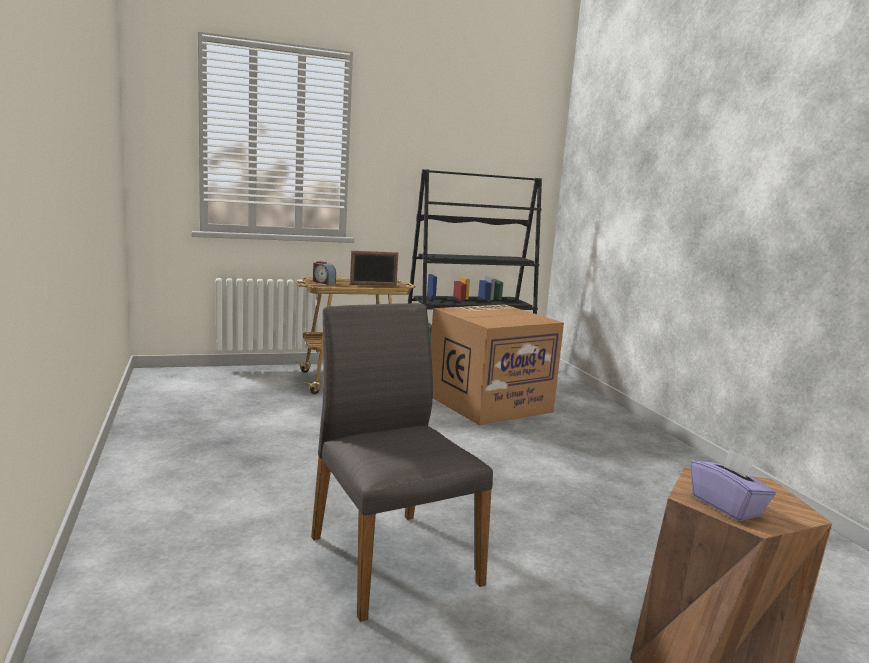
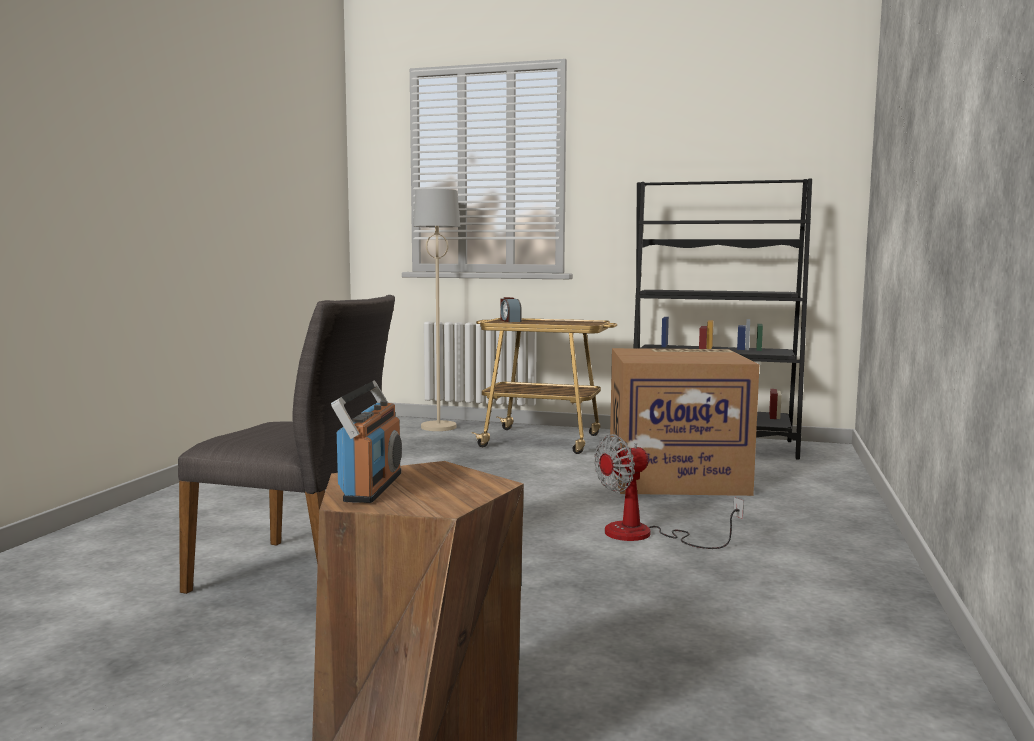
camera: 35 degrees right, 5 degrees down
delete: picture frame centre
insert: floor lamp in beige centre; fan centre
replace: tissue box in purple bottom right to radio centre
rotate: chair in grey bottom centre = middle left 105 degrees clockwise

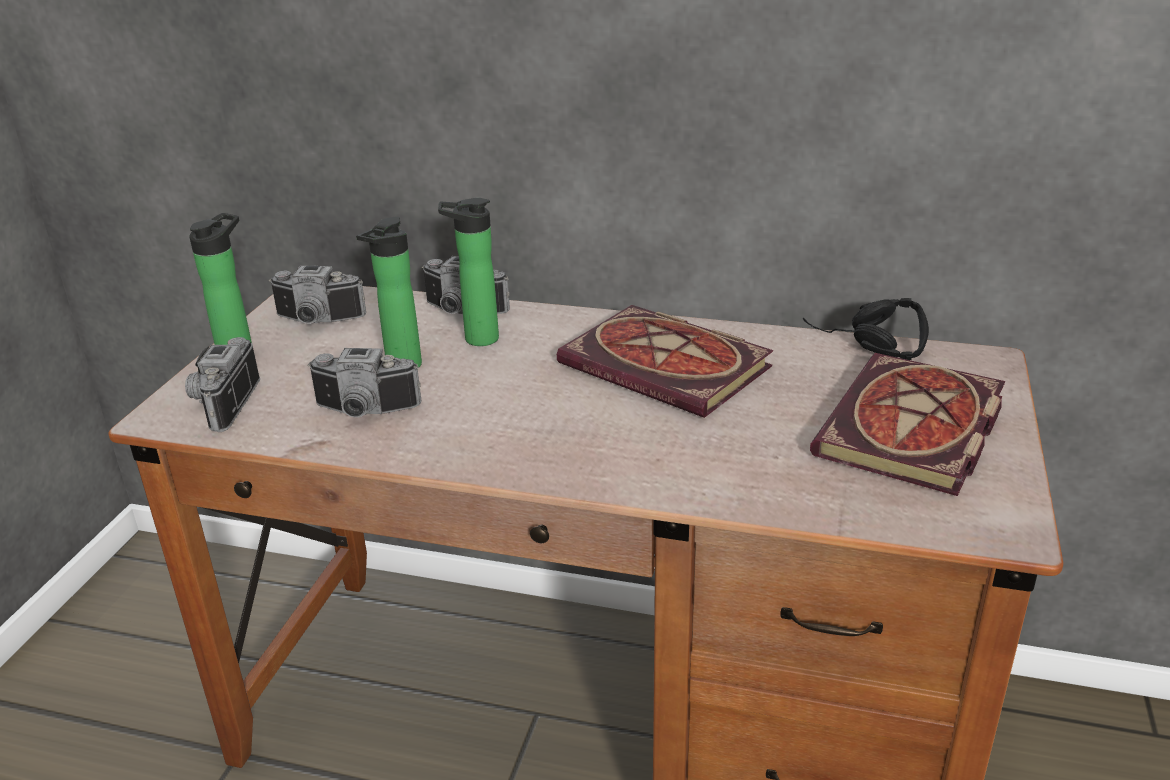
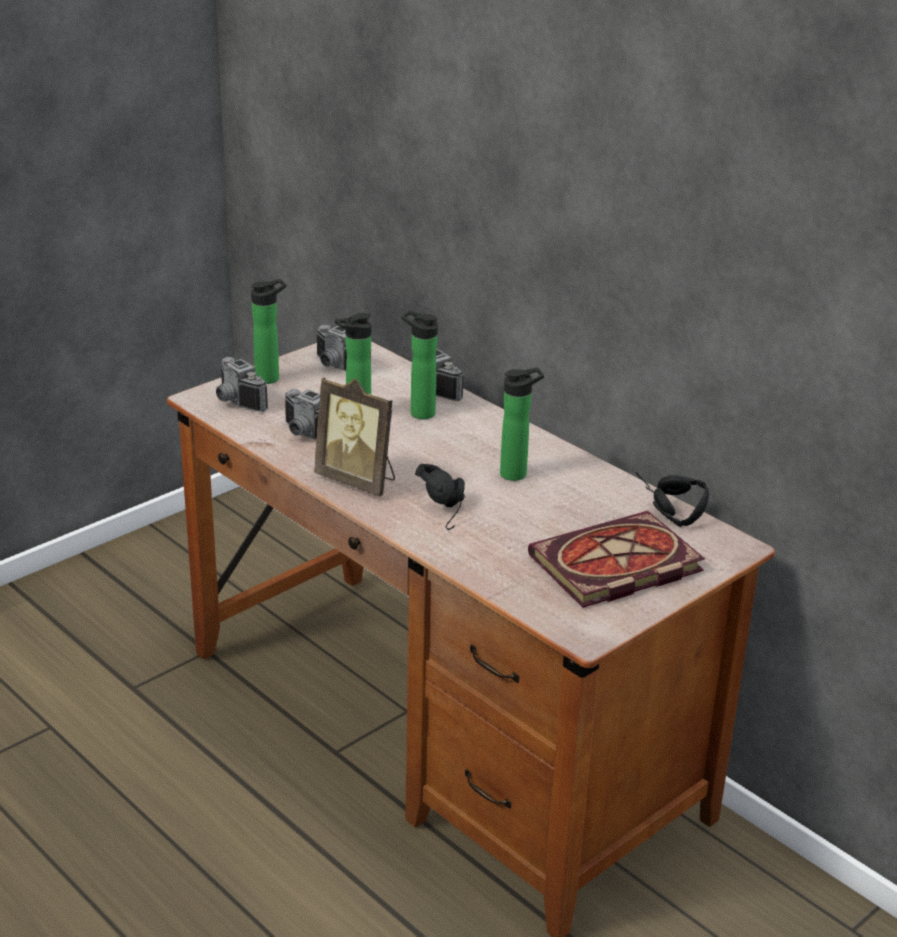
camera: 30 degrees right, 0 degrees up
insert: picture frame centre; headphones in black (1st from left) centre
replace: book (1st from left) centre to bottle (4th from left) centre
rotate: photo camera (1st from left) middle left = middle left 75 degrees counterclockwise

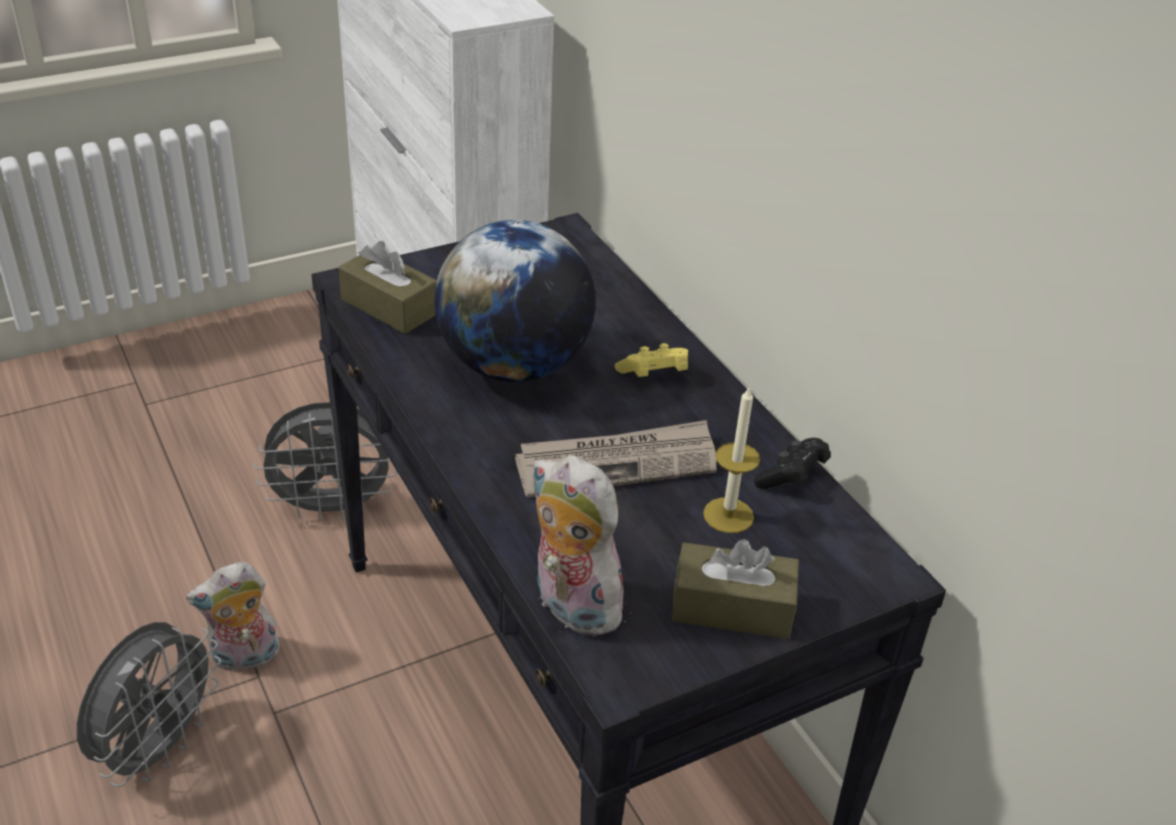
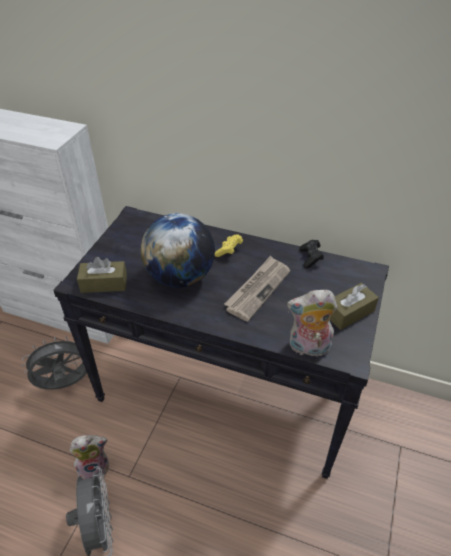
camera: 40 degrees left, 5 degrees up
delete: candle centre
rotate: plush toy (1st from left) bottom left = bottom left 135 degrees counterclockwise; fan in grey (2nd from left in the first image) middle left = middle left 150 degrees counterclockwise

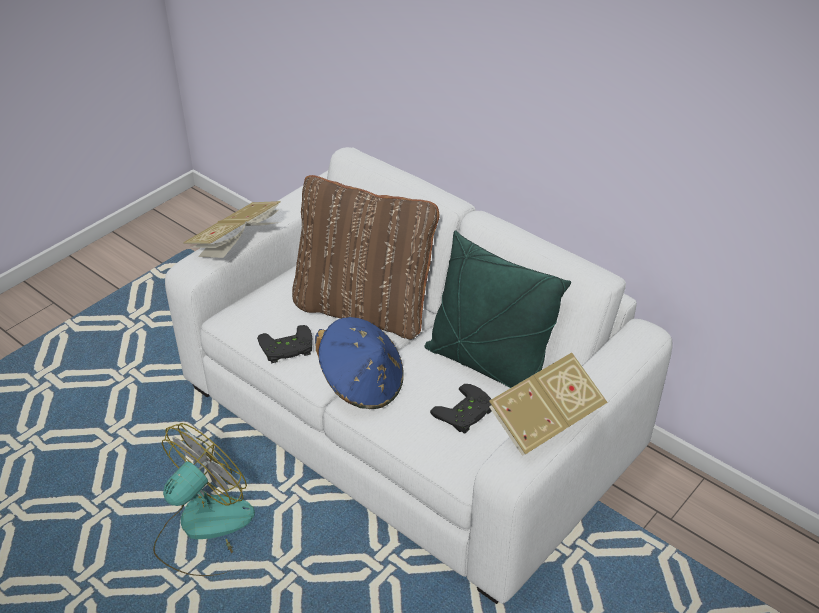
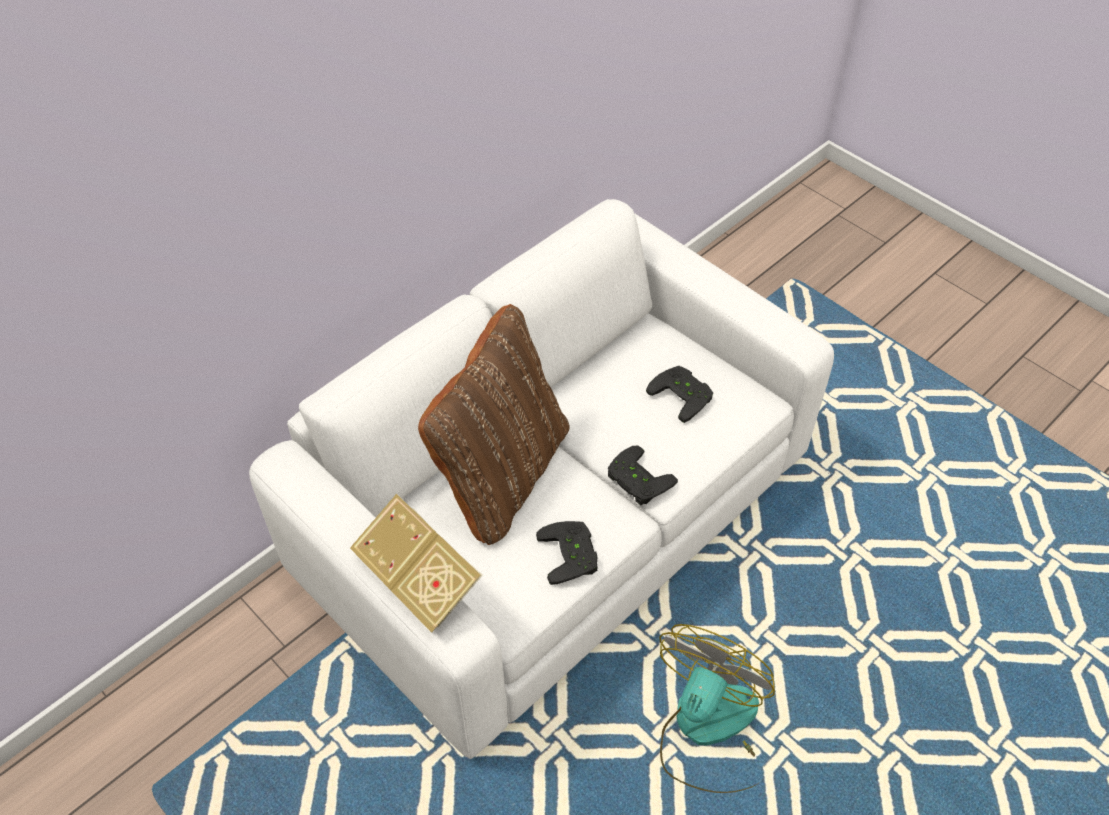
camera: 85 degrees left, 10 degrees up
delete: pillow in green centre; book (2nd from left) middle right
replace: hat in blue centre to game controller in black (2nd from left) centre
rotate: fan bottom left = bottom centre 75 degrees clockwise

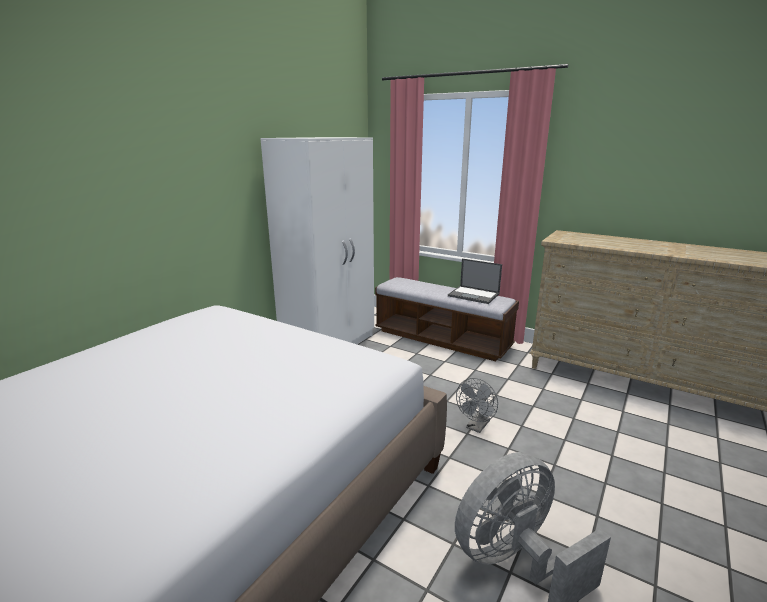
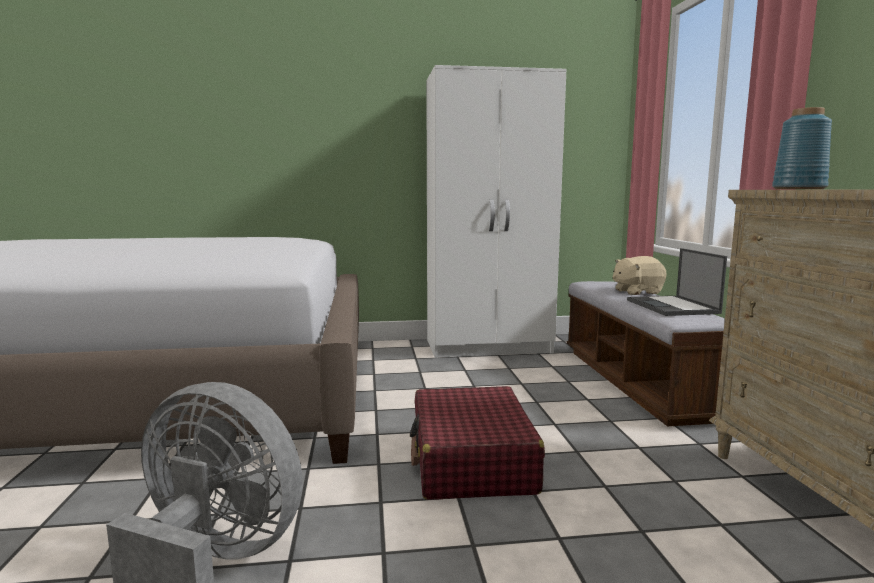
camera: 50 degrees right, 10 degrees down
insert: plush toy in beige middle right; vase in blue top right
replace: fan in grey (1st from left) bottom centre to suitcase in red bottom centre

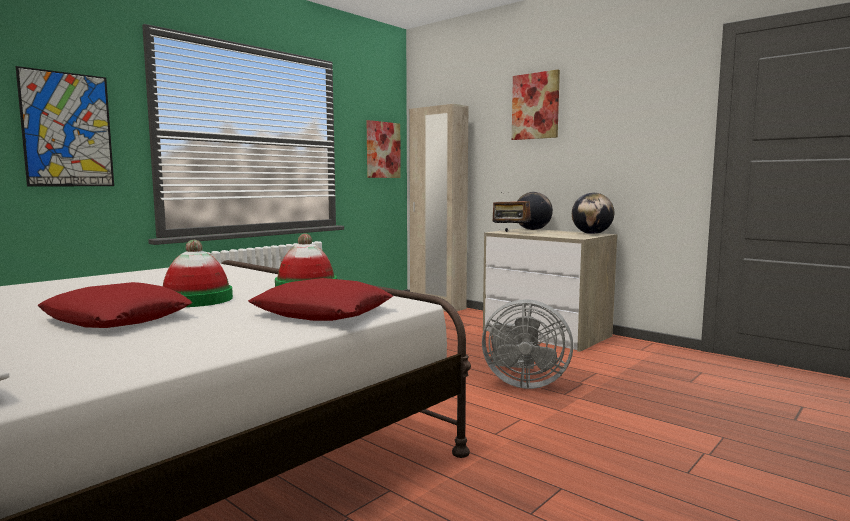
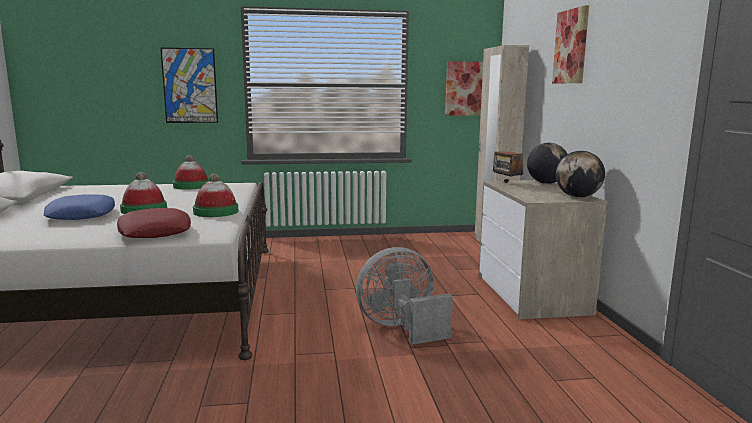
camera: 40 degrees right, 5 degrees up
insert: hat (2nd from left) middle left
recolor: pillow in red (1st from left) middle left to pillow in blue middle left
rotate: fan in grey centre = bottom centre 105 degrees clockwise

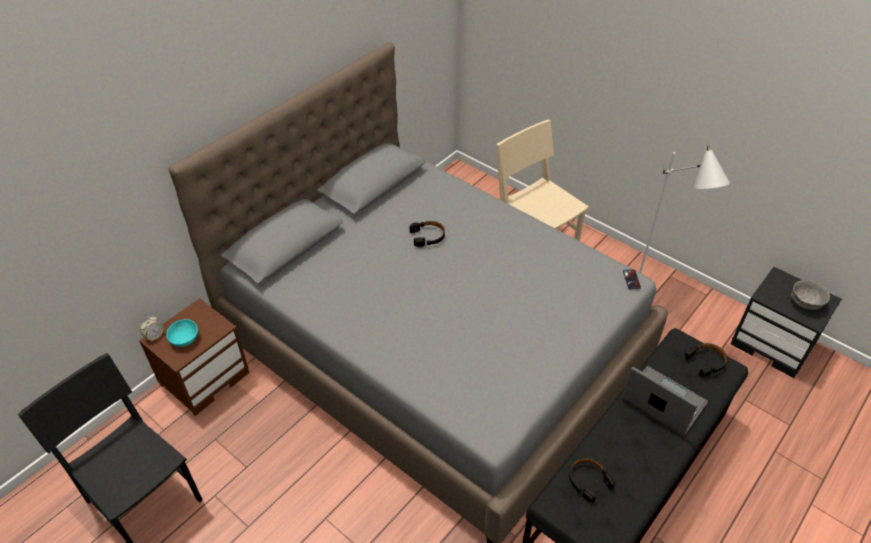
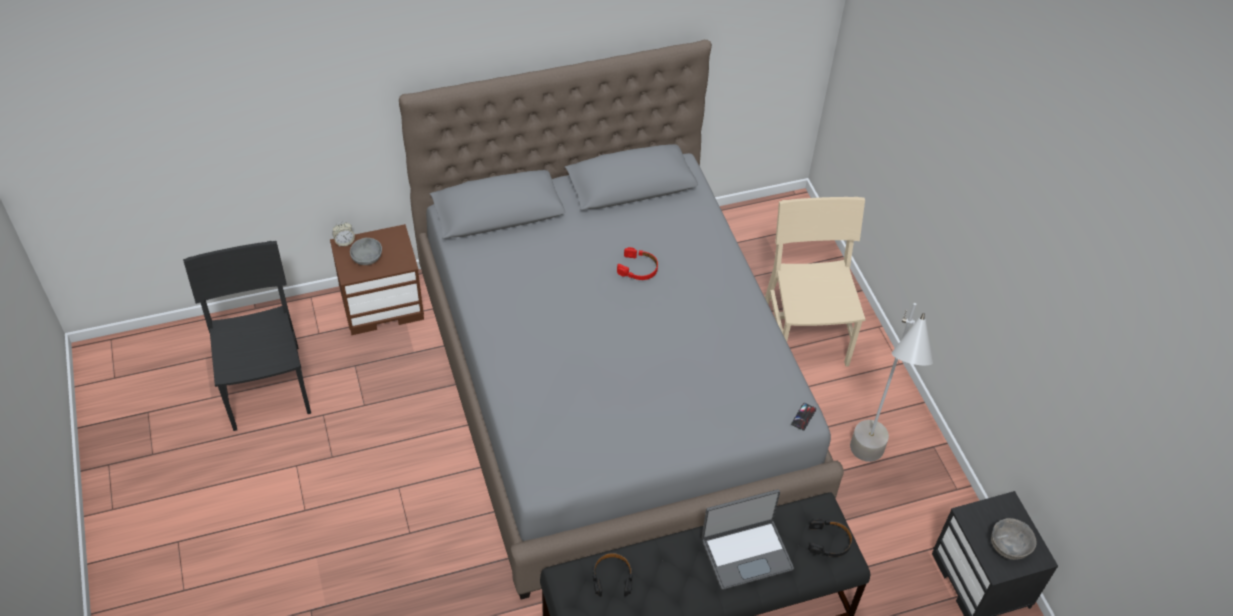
camera: 30 degrees right, 5 degrees up
recolor: bowl in turquoise middle left to bowl in grey (1st from left) middle left; headphones in black (1st from left) centre to headphones in red centre
rotate: laptop bottom right = bottom centre 90 degrees clockwise

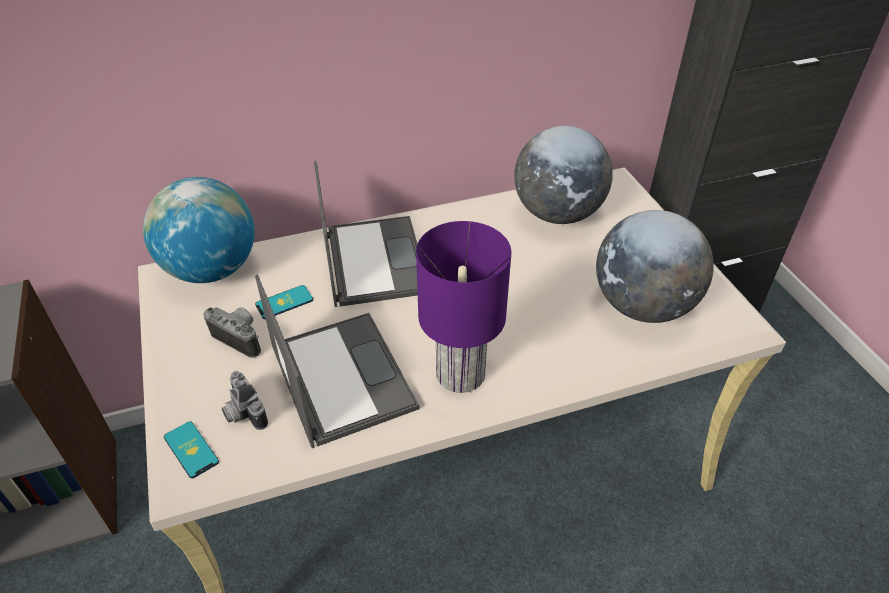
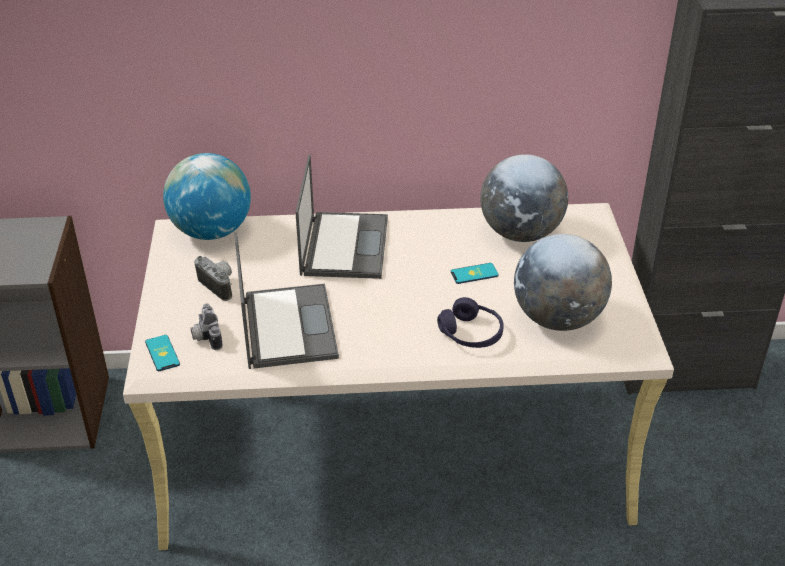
camera: 15 degrees right, 5 degrees down
delete: table lamp in purple centre
insert: headphones in purple centre
move: phone (2nd from left) middle left to centre

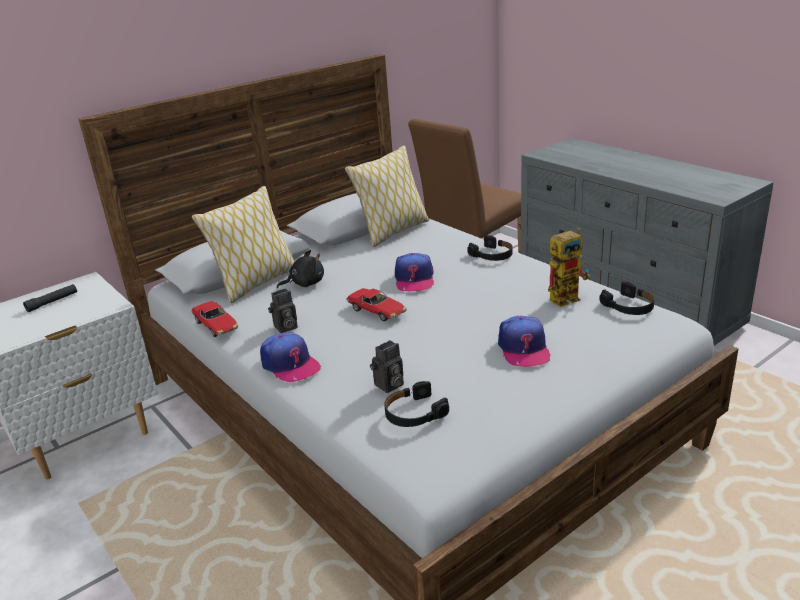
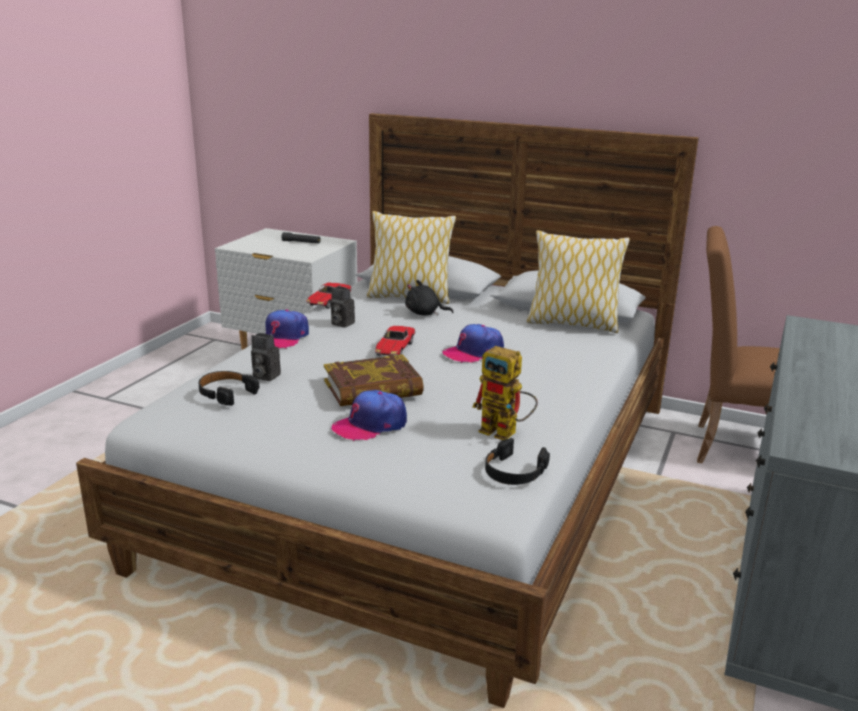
camera: 60 degrees right, 5 degrees down
delete: headphones in black (2nd from left) centre
insert: book centre
rotate: plush toy in black centre = centre 150 degrees clockwise

